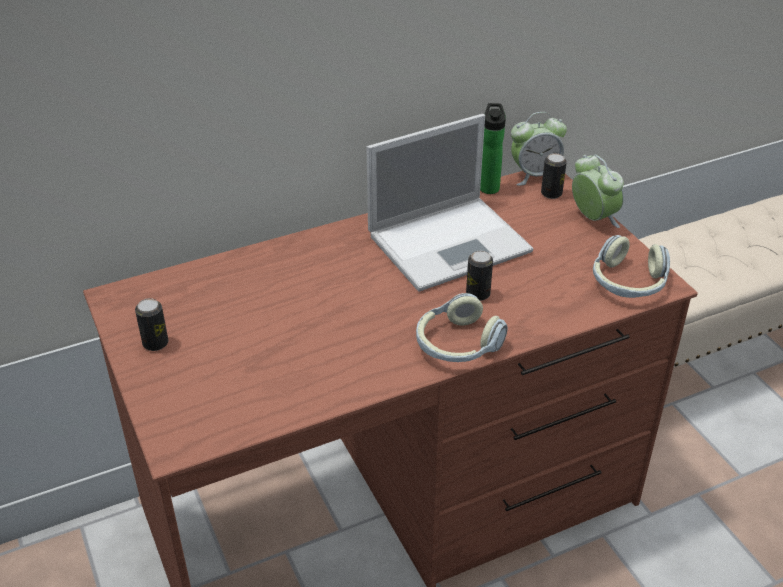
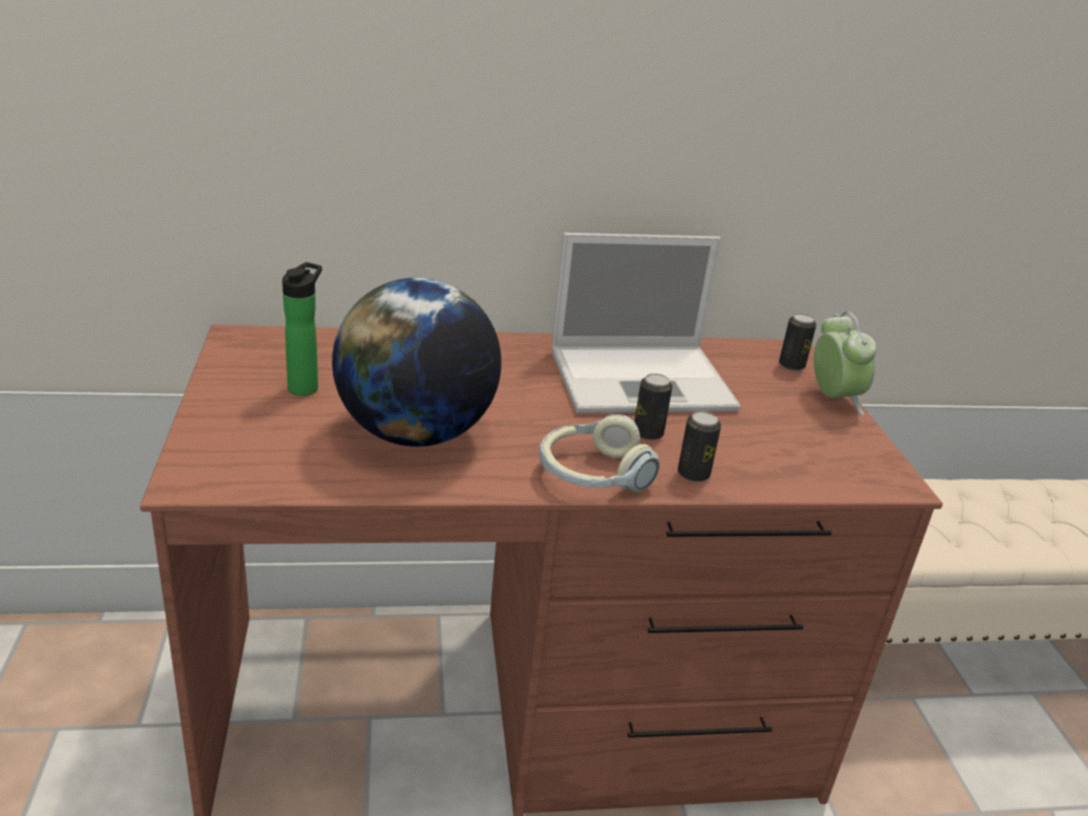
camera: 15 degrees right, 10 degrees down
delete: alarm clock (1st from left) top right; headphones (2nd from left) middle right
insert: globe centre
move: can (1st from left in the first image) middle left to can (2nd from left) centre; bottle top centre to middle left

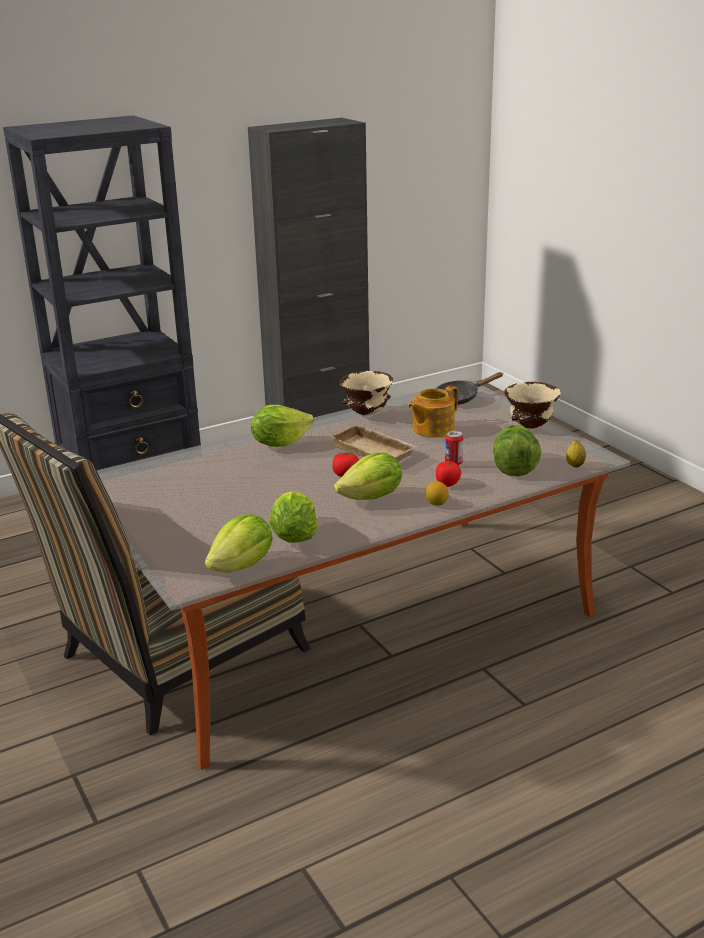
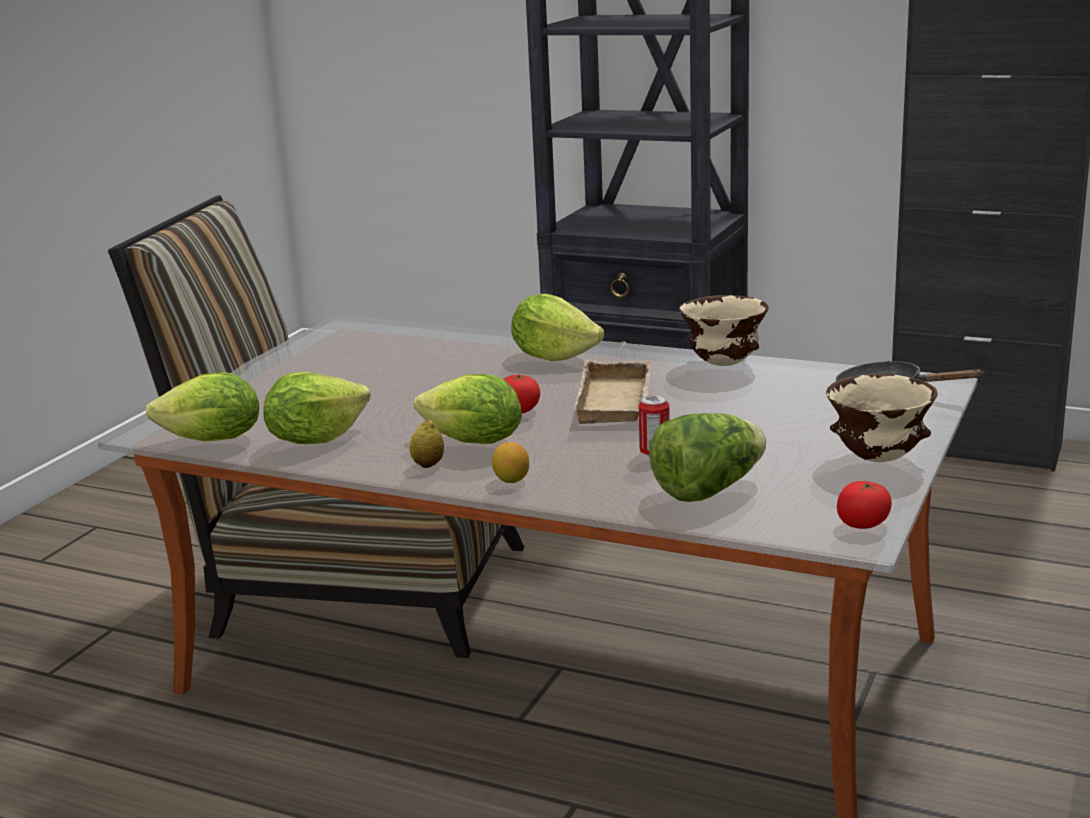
camera: 55 degrees right, 5 degrees down
delete: teapot centre
move: tomato (2nd from left) centre to middle right; lemon (2nd from left in the first image) middle right to lemon (1st from left) centre

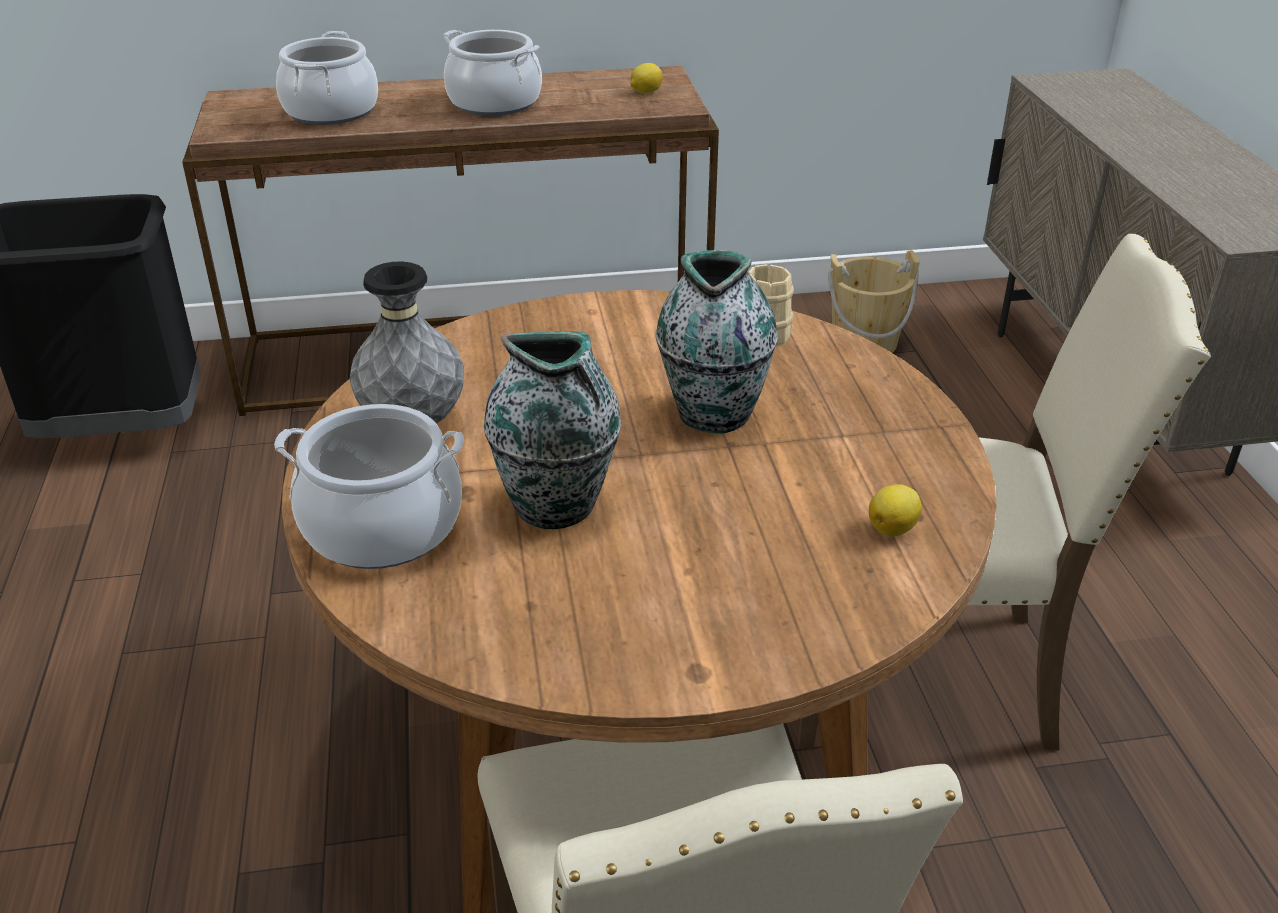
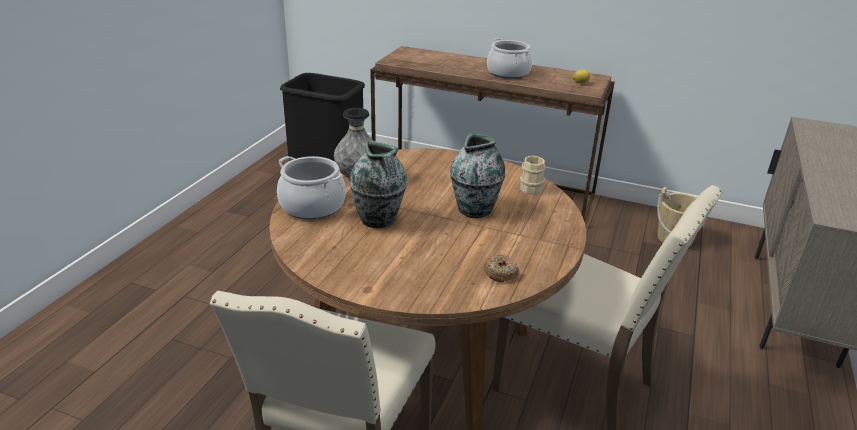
camera: 30 degrees right, 5 degrees down
delete: cooking pot (1st from left) top left
replace: lemon (2nd from left) middle right to donut centre

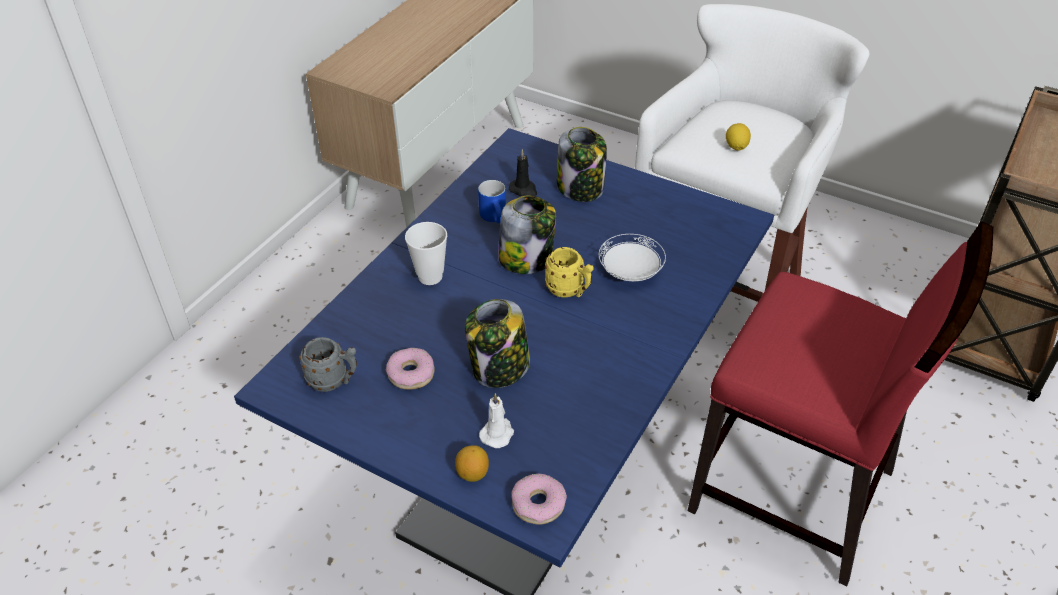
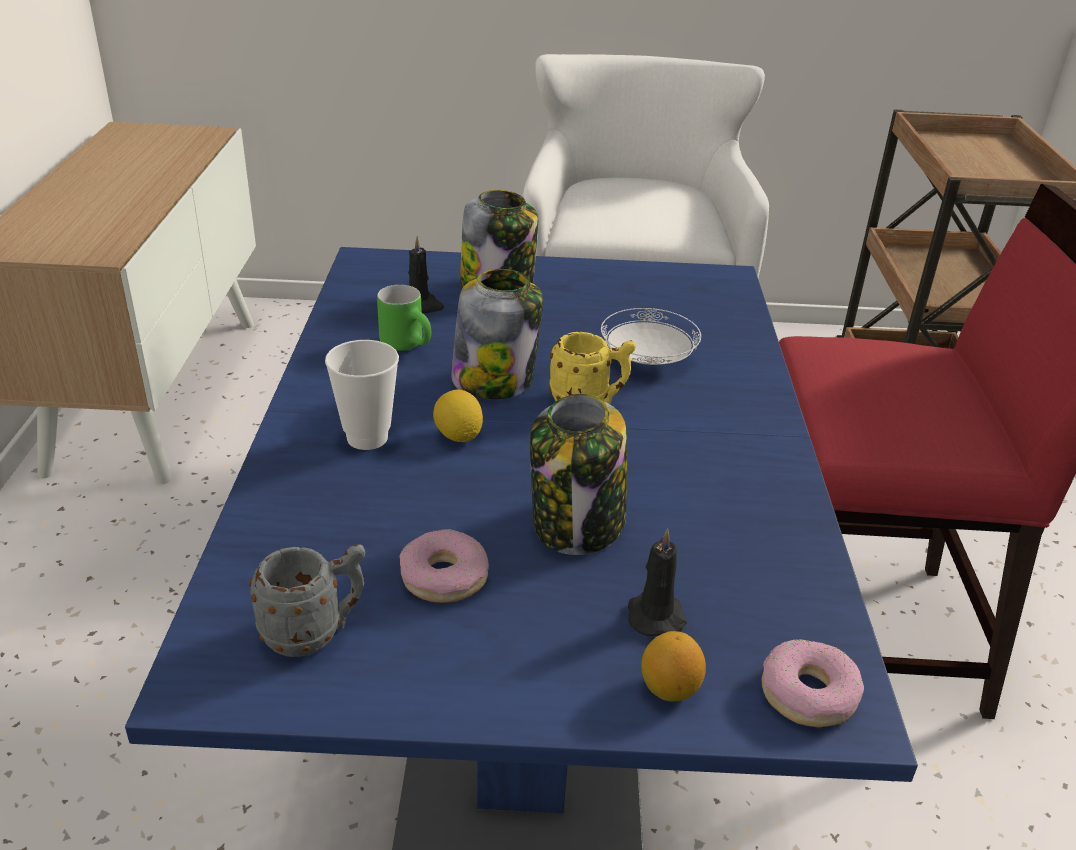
camera: 30 degrees left, 10 degrees down
move: lemon (2nd from left in the first image) top right to lemon (1st from left) centre
recolor: mug in blue centre to mug in green centre; candle in white bottom centre to candle in black (2nd from left) bottom centre

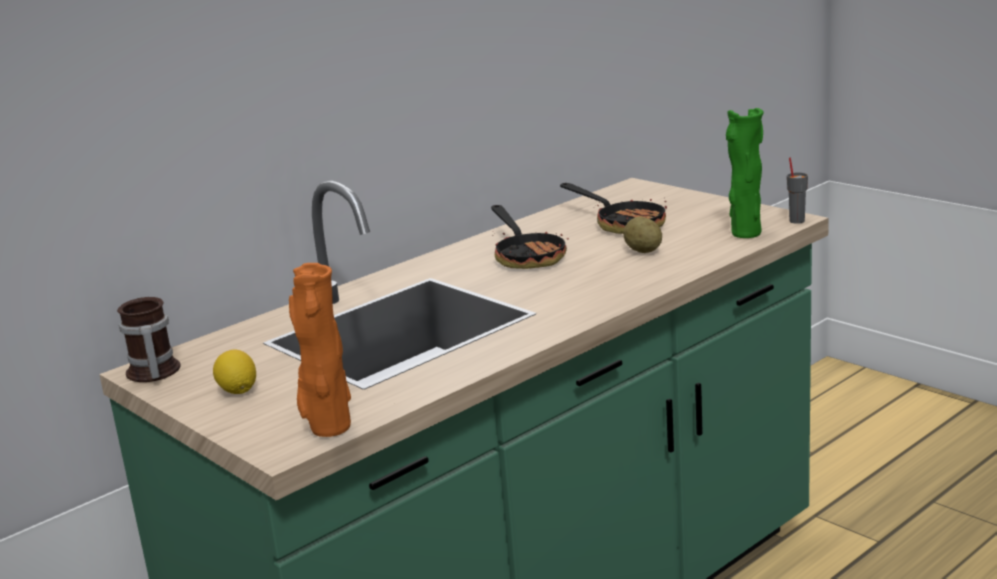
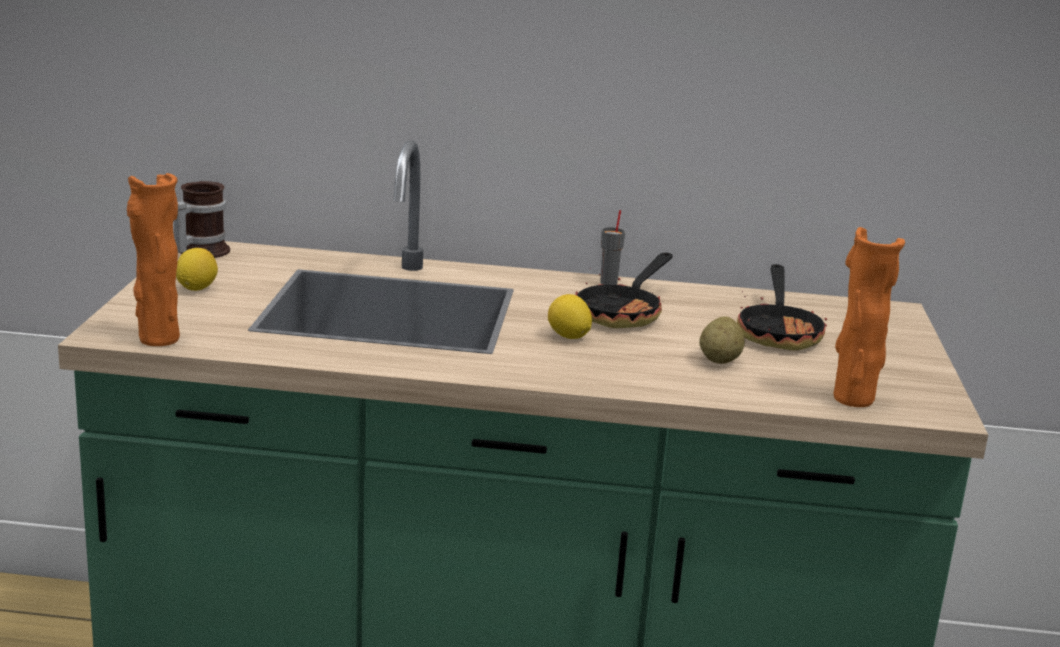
camera: 45 degrees right, 0 degrees up
insert: lemon (2nd from left) centre
move: cup in grey top right to centre
recolor: vase in green top right to vase in orange (2nd from left) middle right

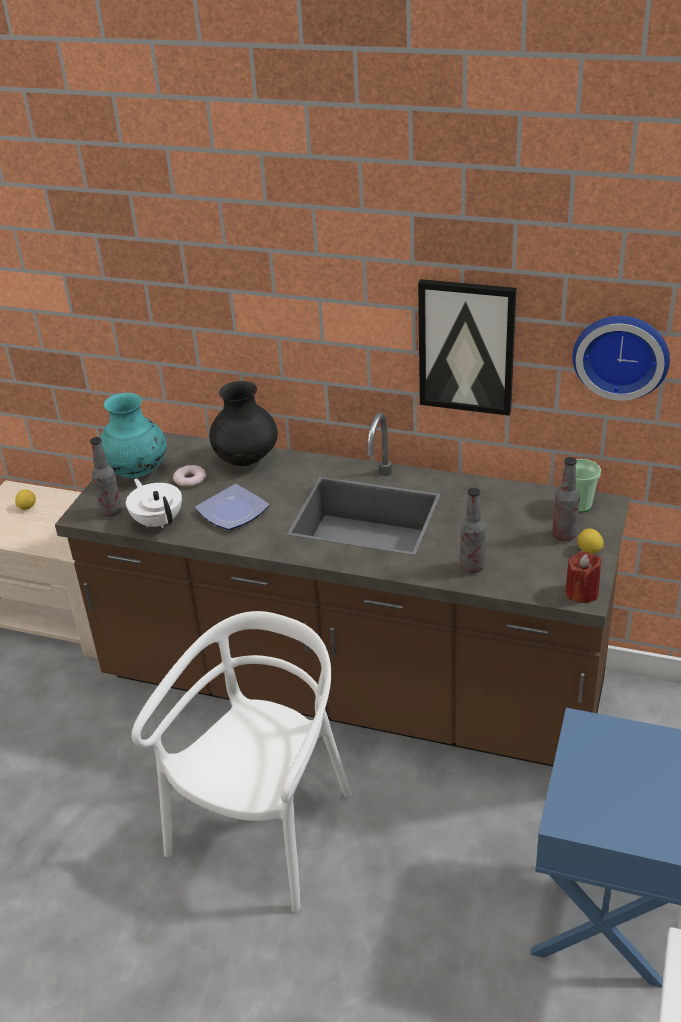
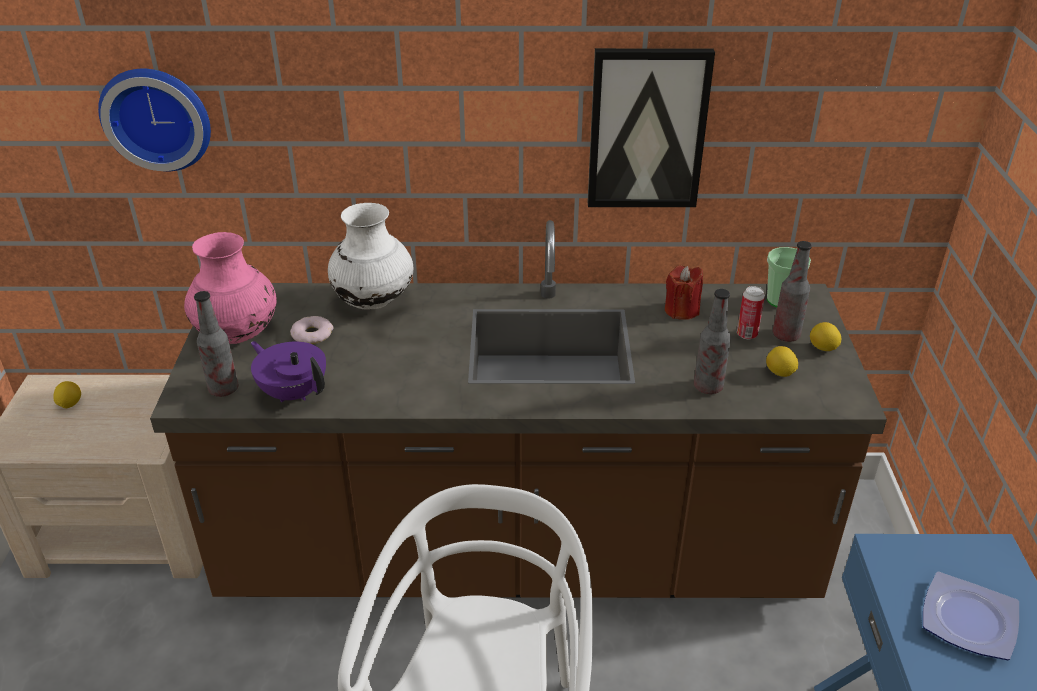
camera: 20 degrees left, 0 degrees up
insert: can middle right; lemon (2nd from left) middle right
move: plate centre to bottom right; candle in red middle right to centre; wall clock middle right to top left
recolor: vase in turquoise middle left to vase in pink middle left; teapot in white middle left to teapot in purple middle left; vase in black centre to vase in white centre

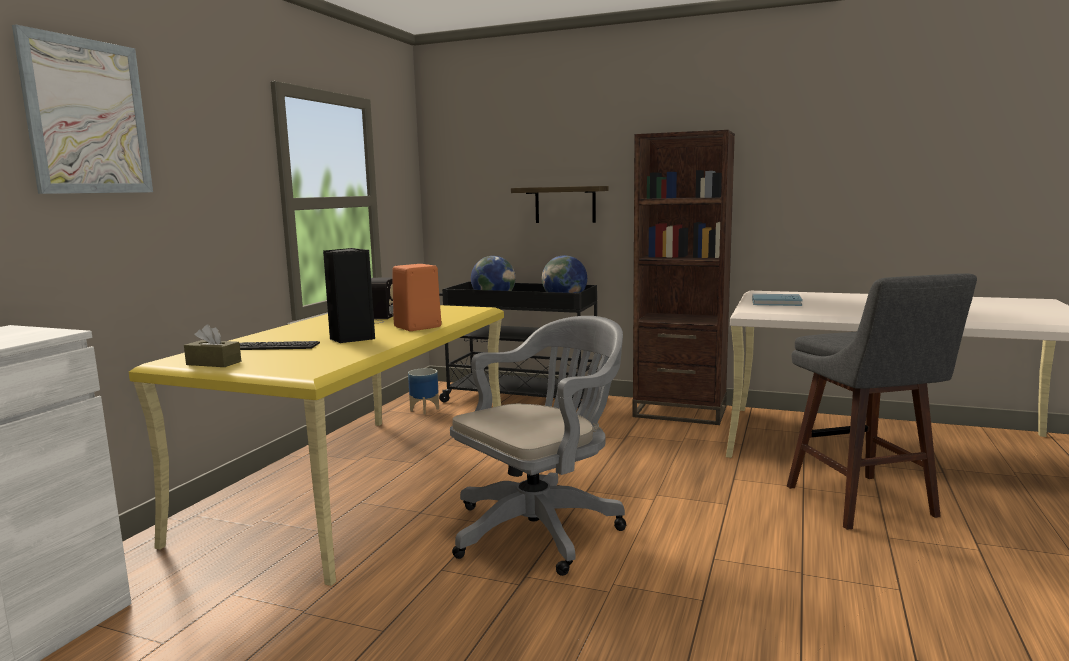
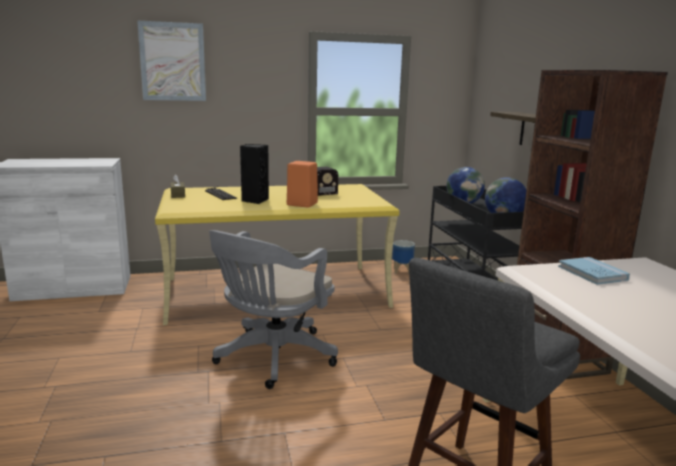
camera: 55 degrees right, 5 degrees up
rotate: office chair in grey bottom centre = centre 105 degrees clockwise

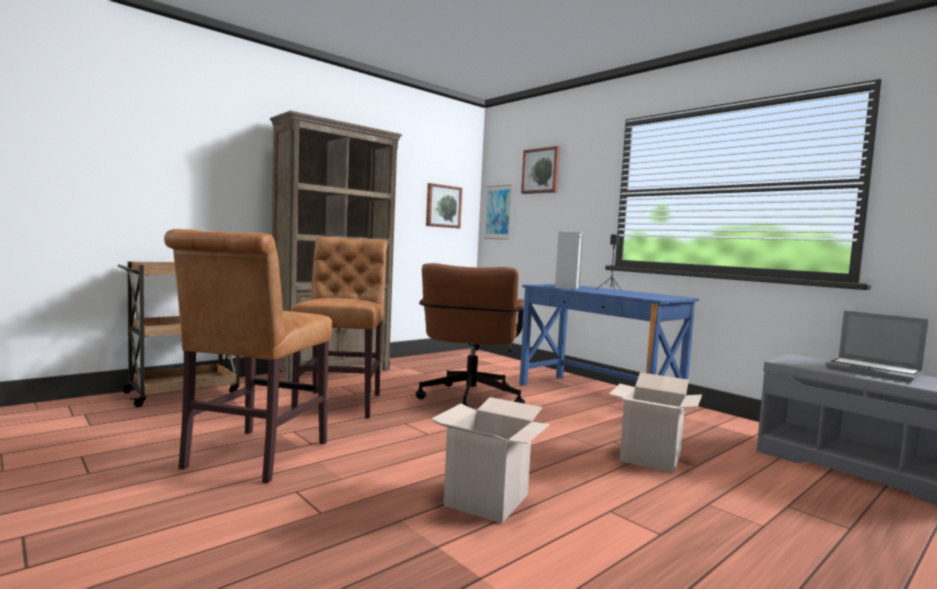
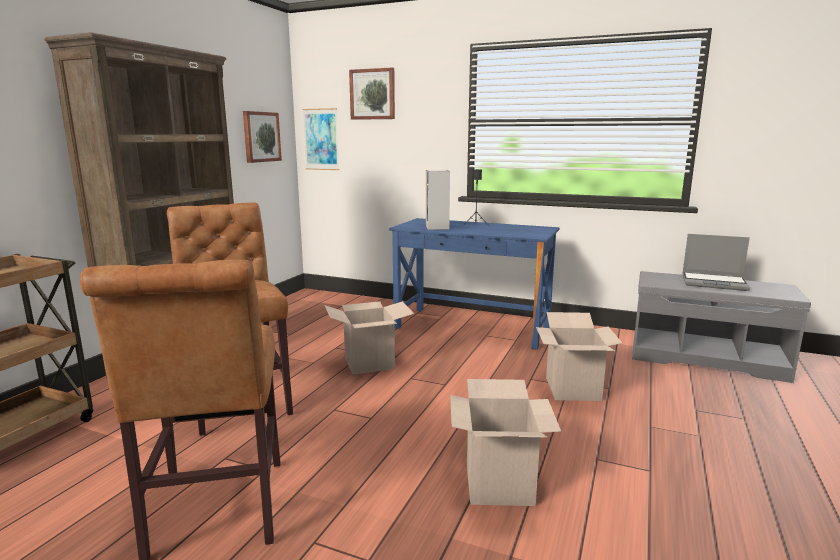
camera: 25 degrees left, 10 degrees up
replace: office chair in brown centre to cardboard box (1st from left) centre

